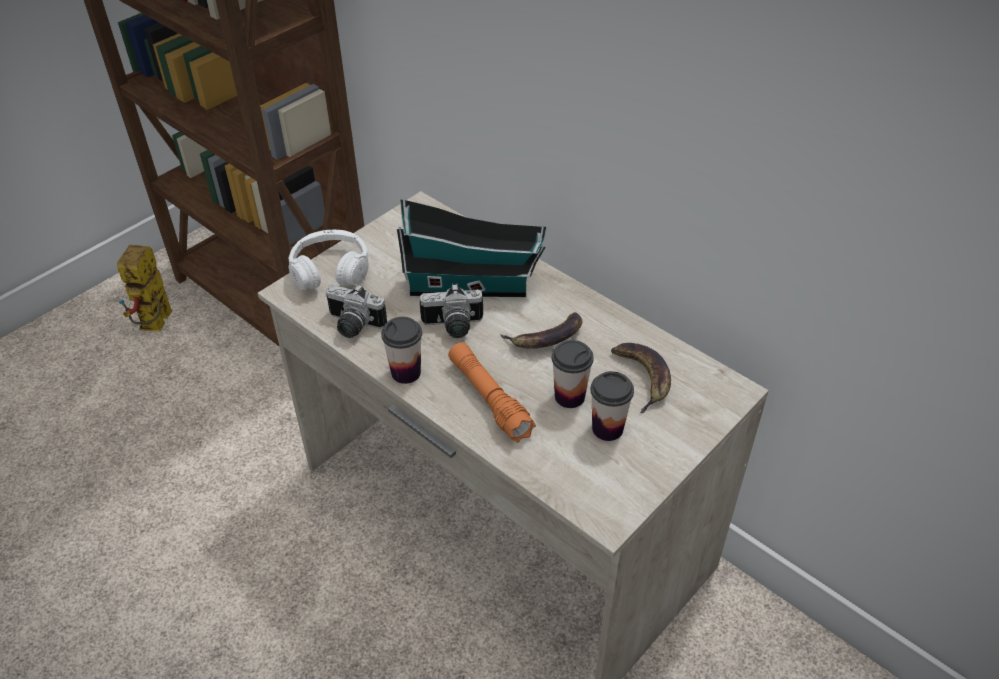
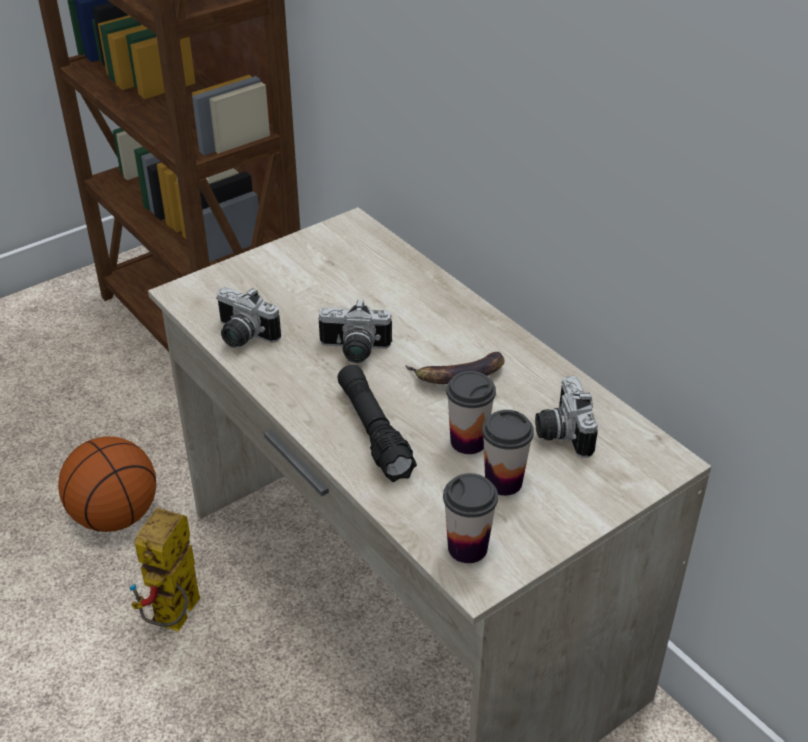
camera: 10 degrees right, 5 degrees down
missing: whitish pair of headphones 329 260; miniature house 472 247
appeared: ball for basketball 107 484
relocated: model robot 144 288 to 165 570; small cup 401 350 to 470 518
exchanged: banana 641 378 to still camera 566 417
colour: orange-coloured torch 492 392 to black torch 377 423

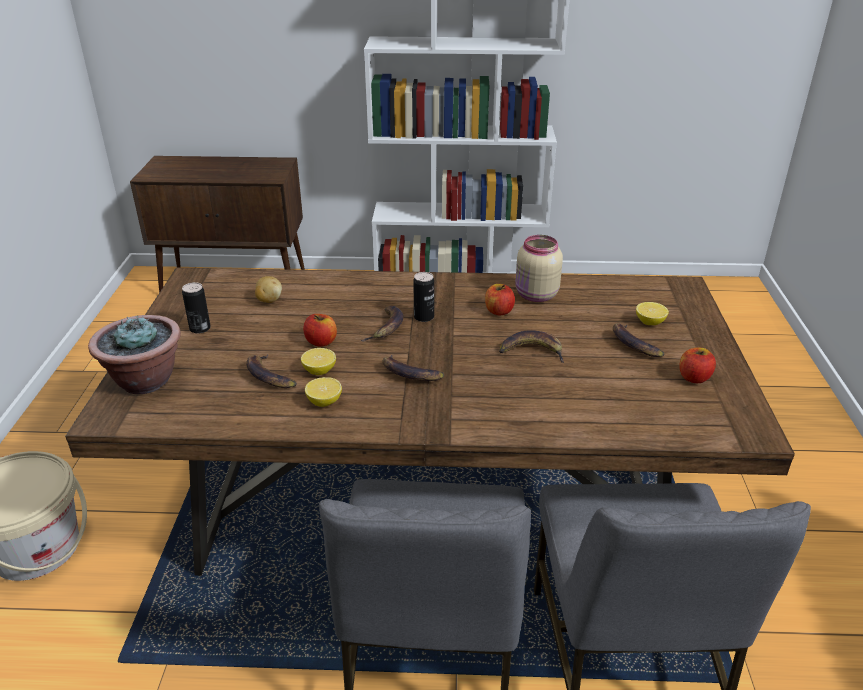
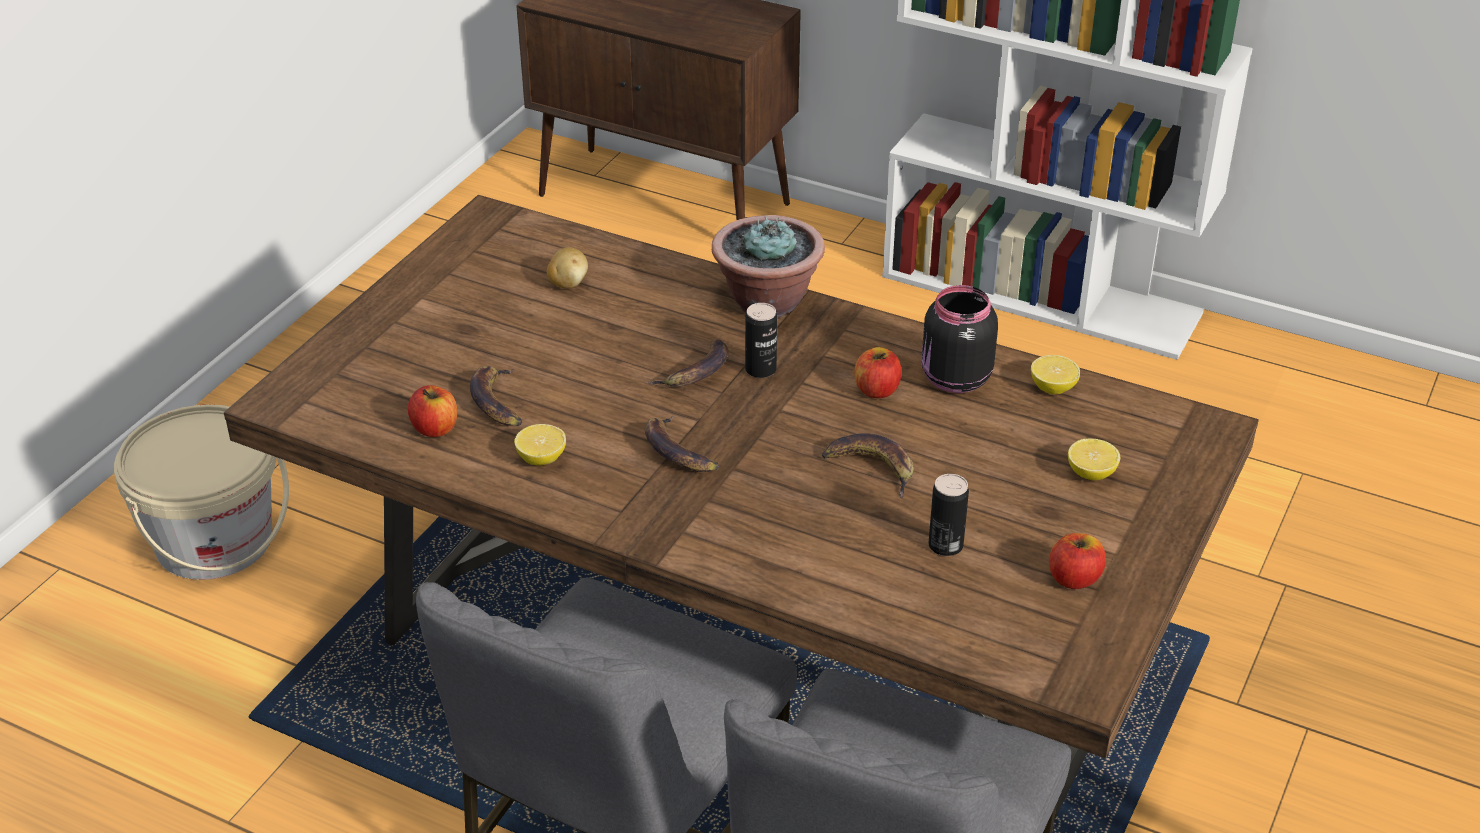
camera: 25 degrees right, 5 degrees up
missing: banana 638 340
relocated: apple 320 330 to 432 411; plant in a pot 134 354 to 768 266; sealed can 196 308 to 948 515; whole lemon 318 361 to 1055 374
colour: sand-coloured preserve jar 539 268 to black preserve jar 960 339

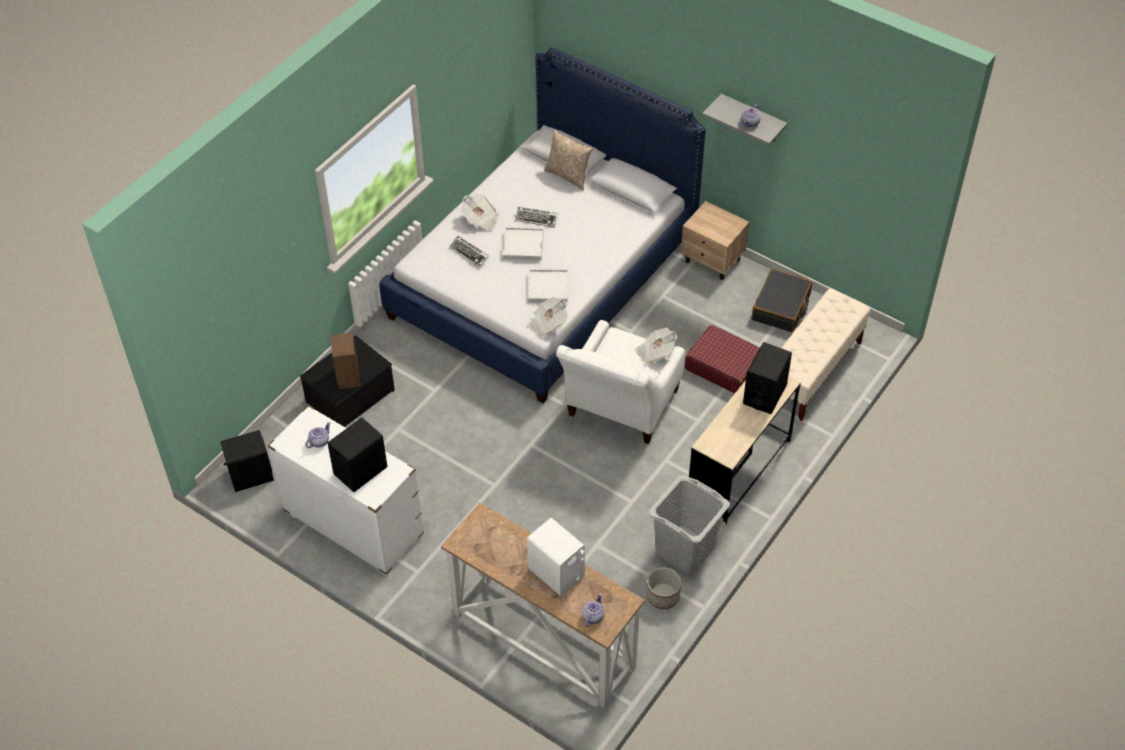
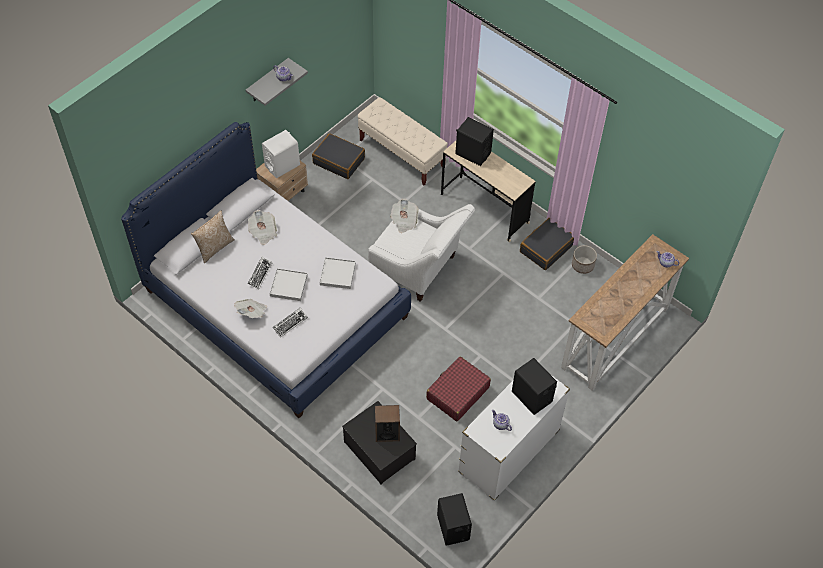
camera: 85 degrees left, 5 degrees up
relocated: printed paper 547 317 to 262 227; whitish audio speaker 556 557 to 281 154; red travel case 722 359 to 458 388
exchanged: grey hamper 689 524 to black travel case 547 244

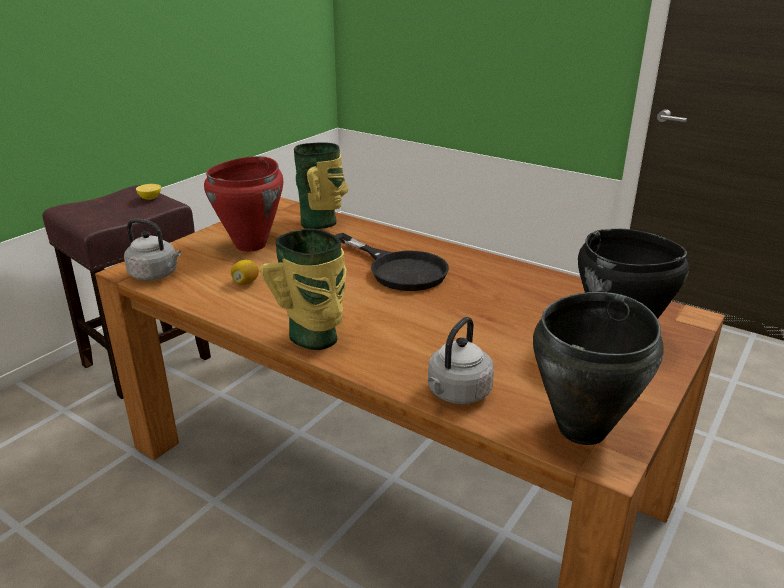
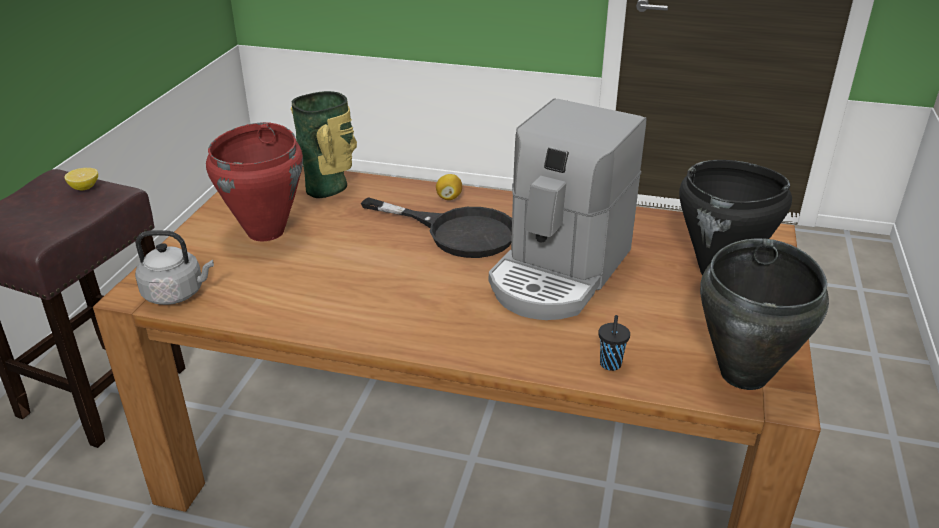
camera: 20 degrees left, 5 degrees up
missing: vase 303 289
appeared: coffee maker 567 209
relocated: whole lemon 245 272 to 449 187
exchanged: grey kettle 461 360 to black small cup 614 343

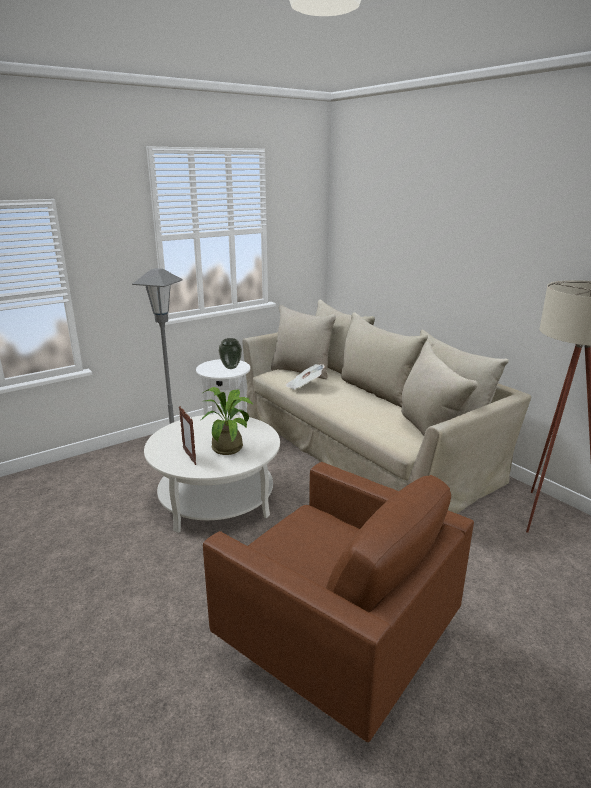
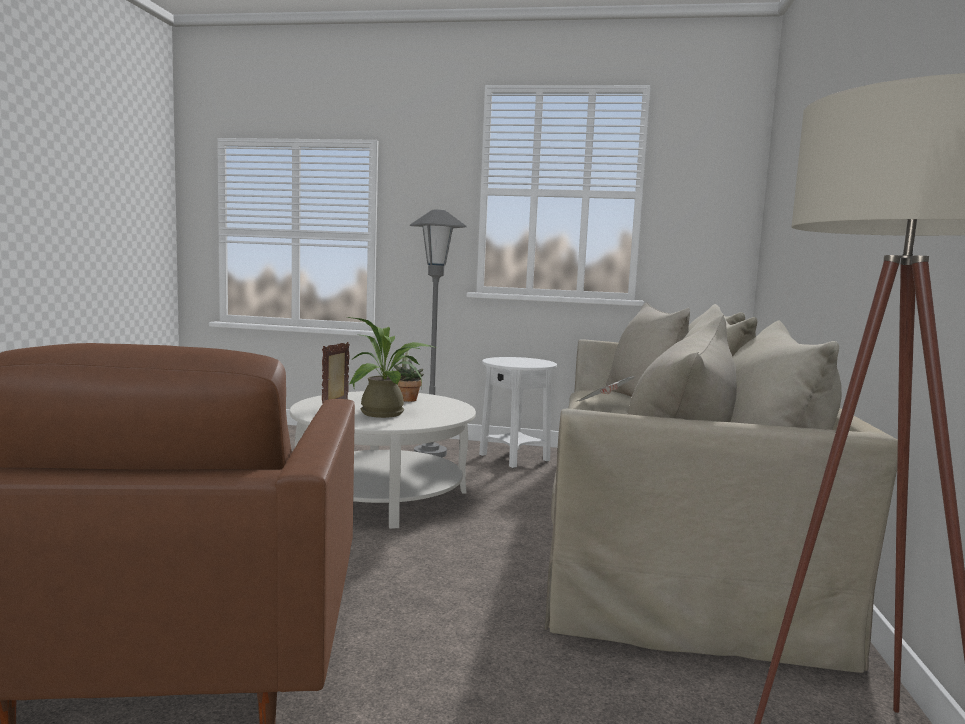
camera: 45 degrees right, 15 degrees down
missing: vase 230 353
appeared: plant in a pot 409 376

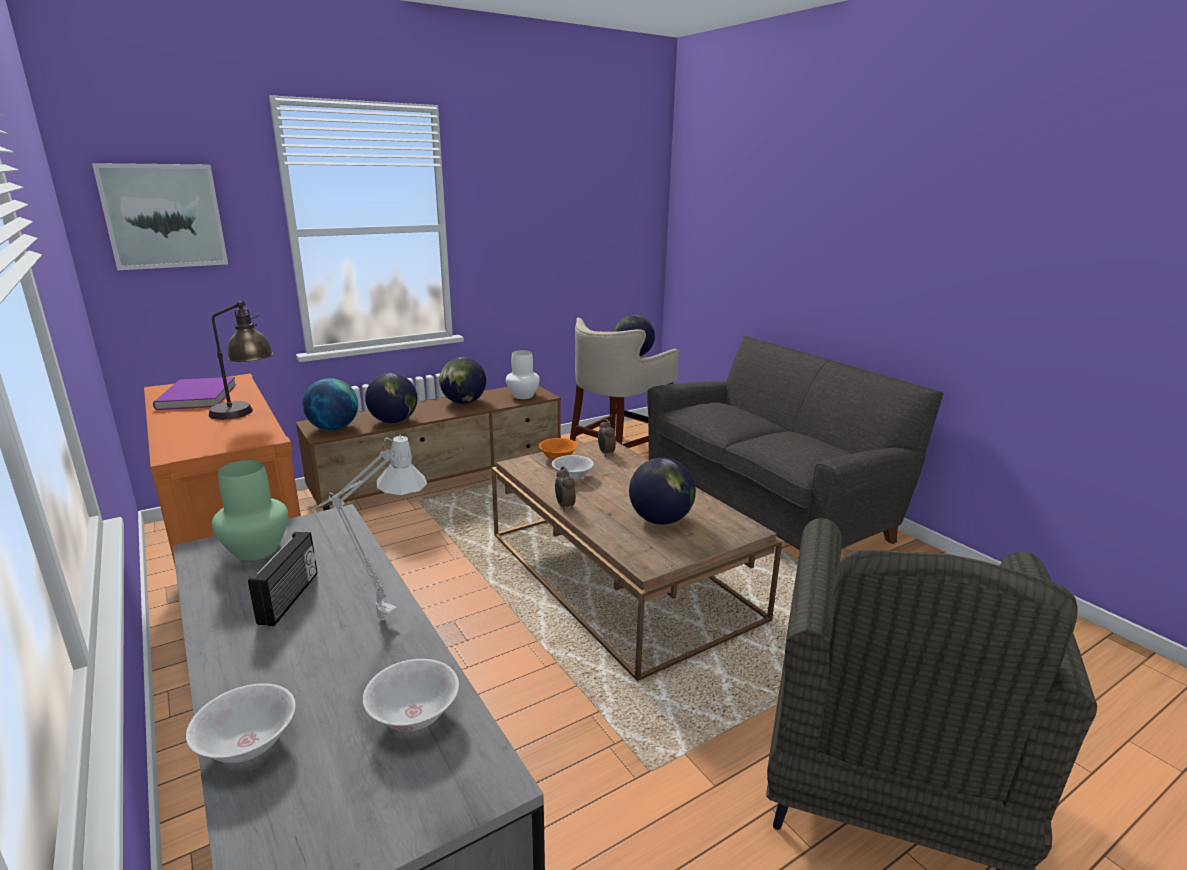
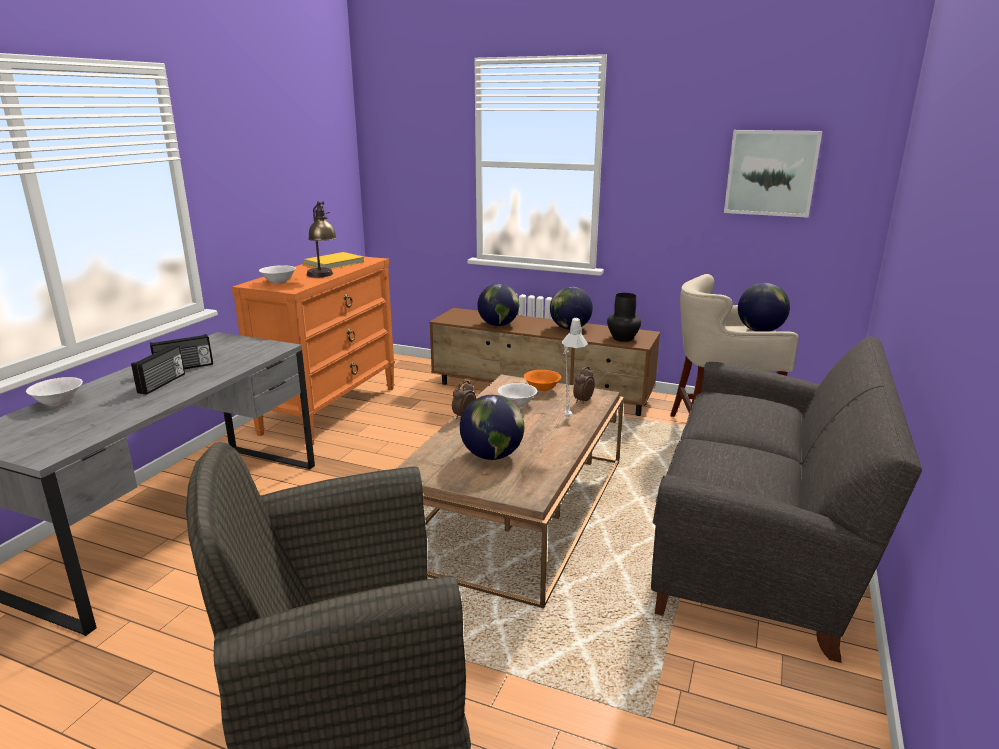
camera: 55 degrees right, 0 degrees up
missing: greenish vase 250 510; world globe 330 404
appeared: radio receiver 158 370
relocated: whitish serving bowl 411 695 to 277 274; grey table lamp 369 527 to 575 368; wall art 160 216 to 773 174
colour: purple bound book 194 393 to yellowish bound book 334 260; whitish vase 523 374 to black vase 624 317

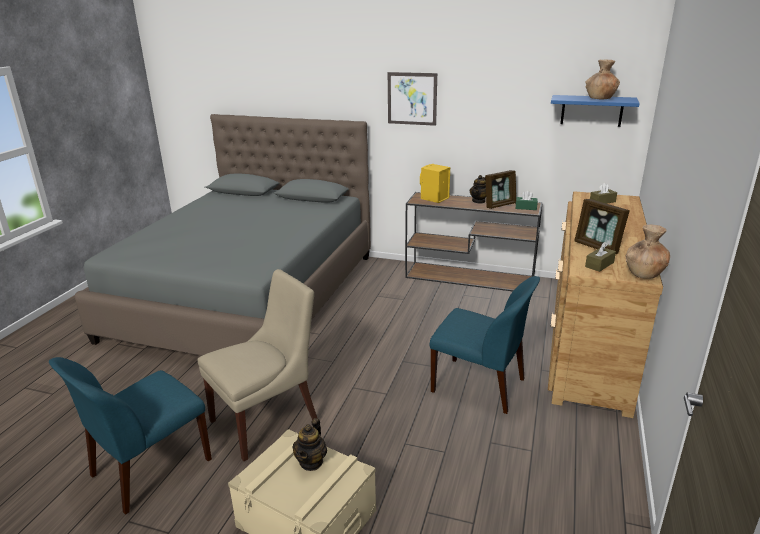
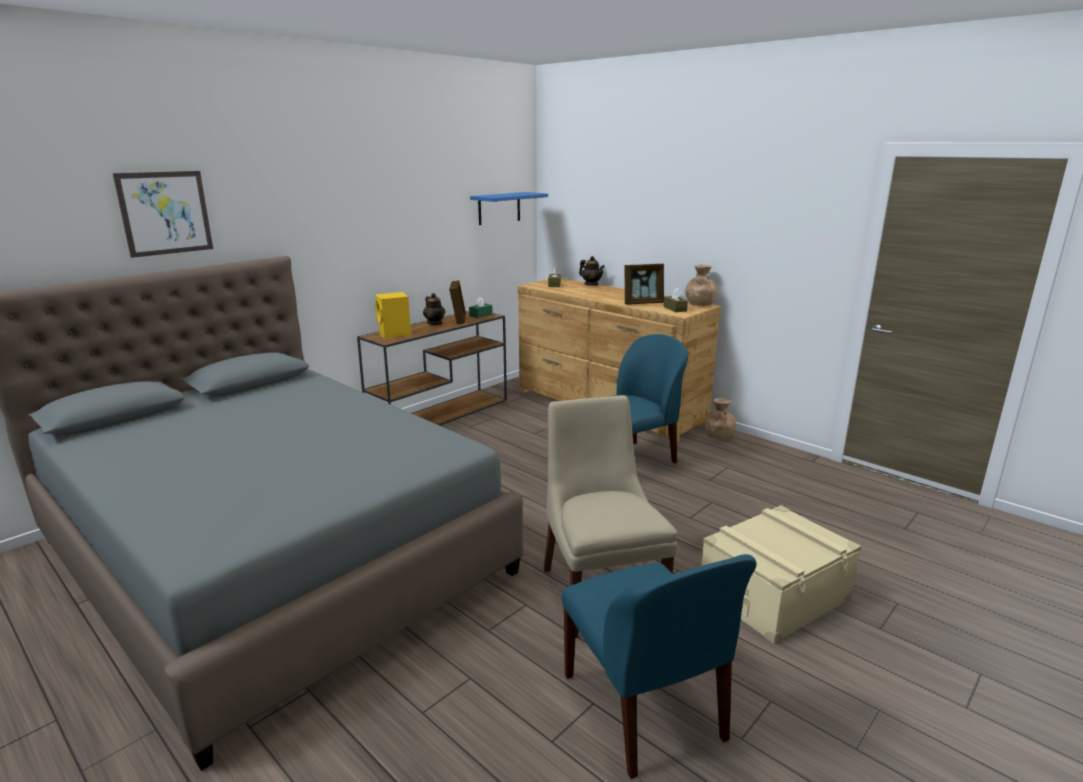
camera: 65 degrees left, 5 degrees down
relocated: wall art 412 99 to 163 214; pot for tea 310 444 to 592 271; brown-coloured vase 602 79 to 720 419

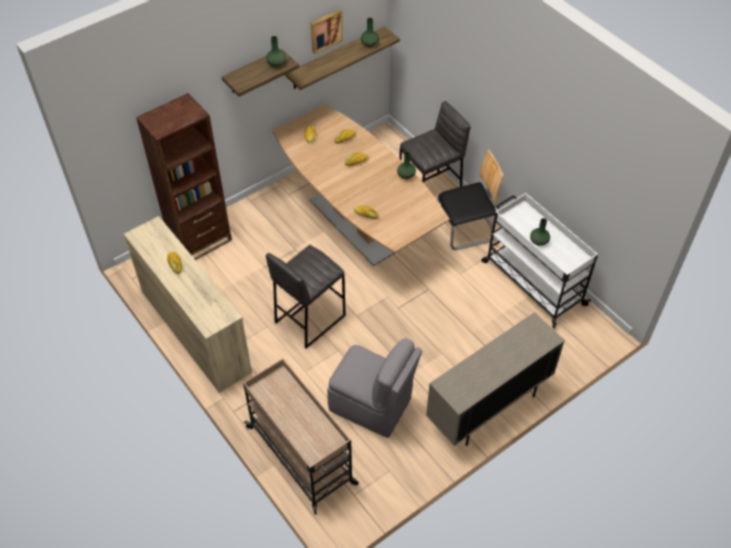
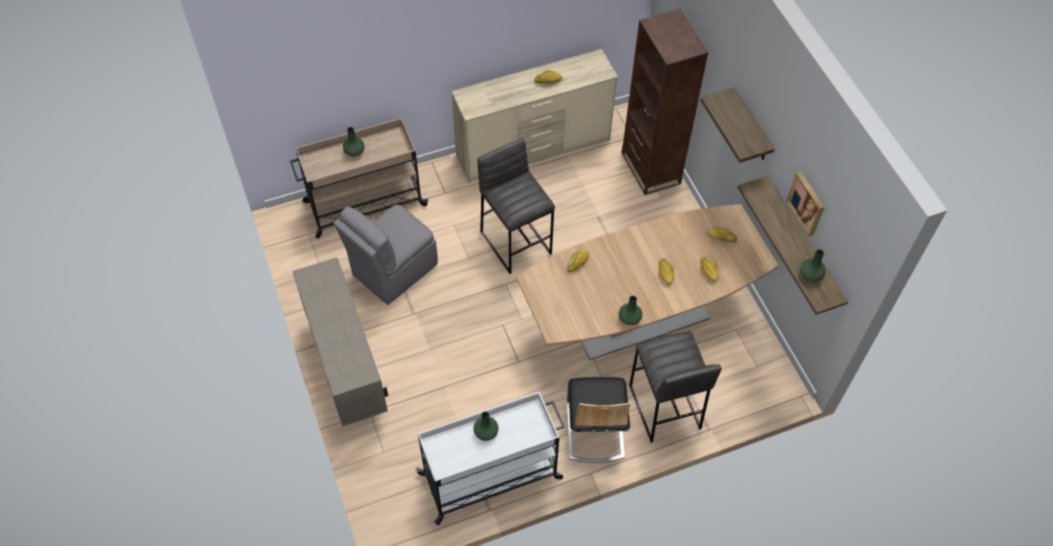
camera: 105 degrees right, 5 degrees up
relocated: greenish vase 276 51 to 353 141

